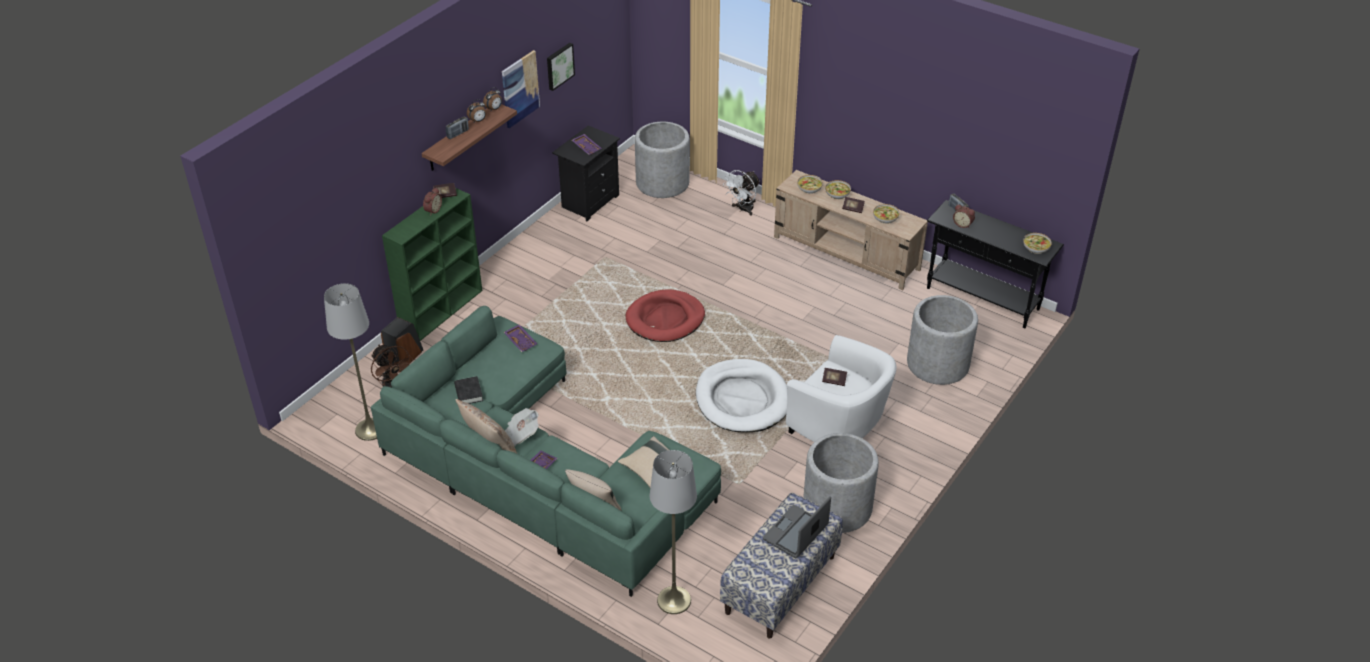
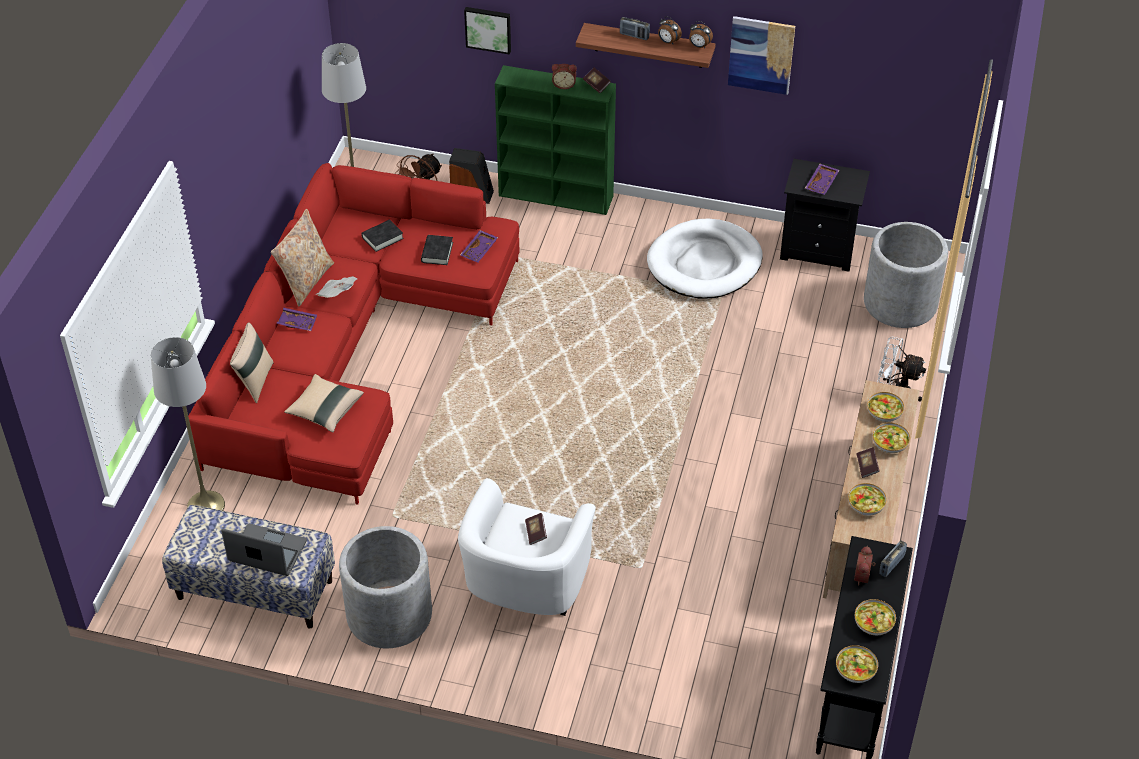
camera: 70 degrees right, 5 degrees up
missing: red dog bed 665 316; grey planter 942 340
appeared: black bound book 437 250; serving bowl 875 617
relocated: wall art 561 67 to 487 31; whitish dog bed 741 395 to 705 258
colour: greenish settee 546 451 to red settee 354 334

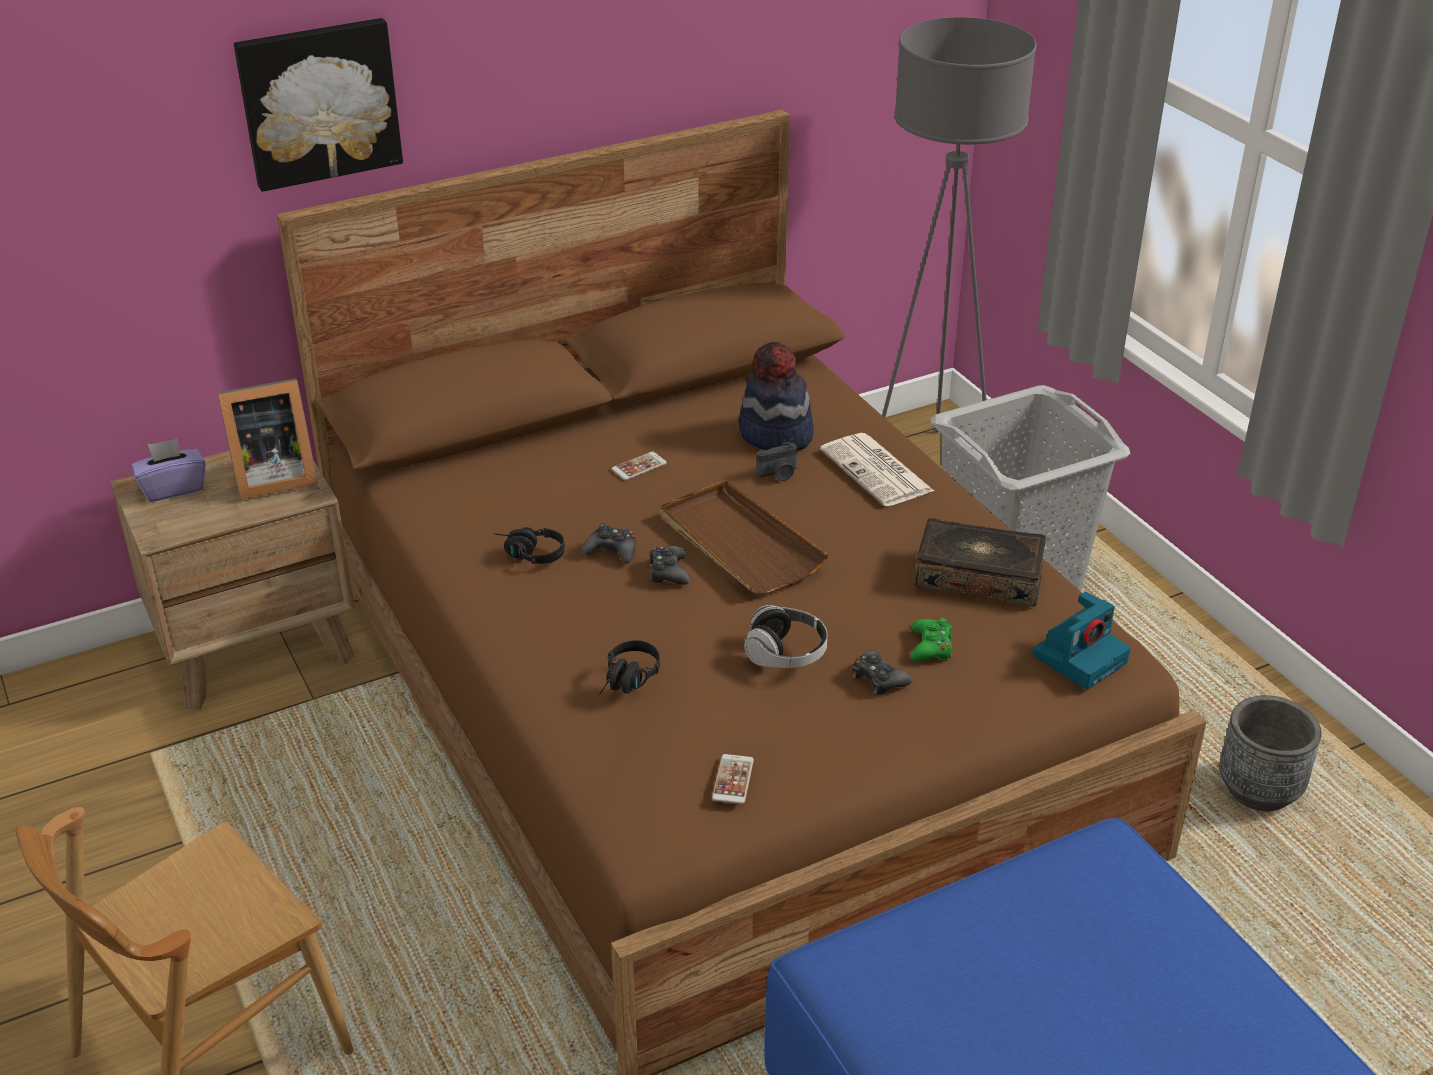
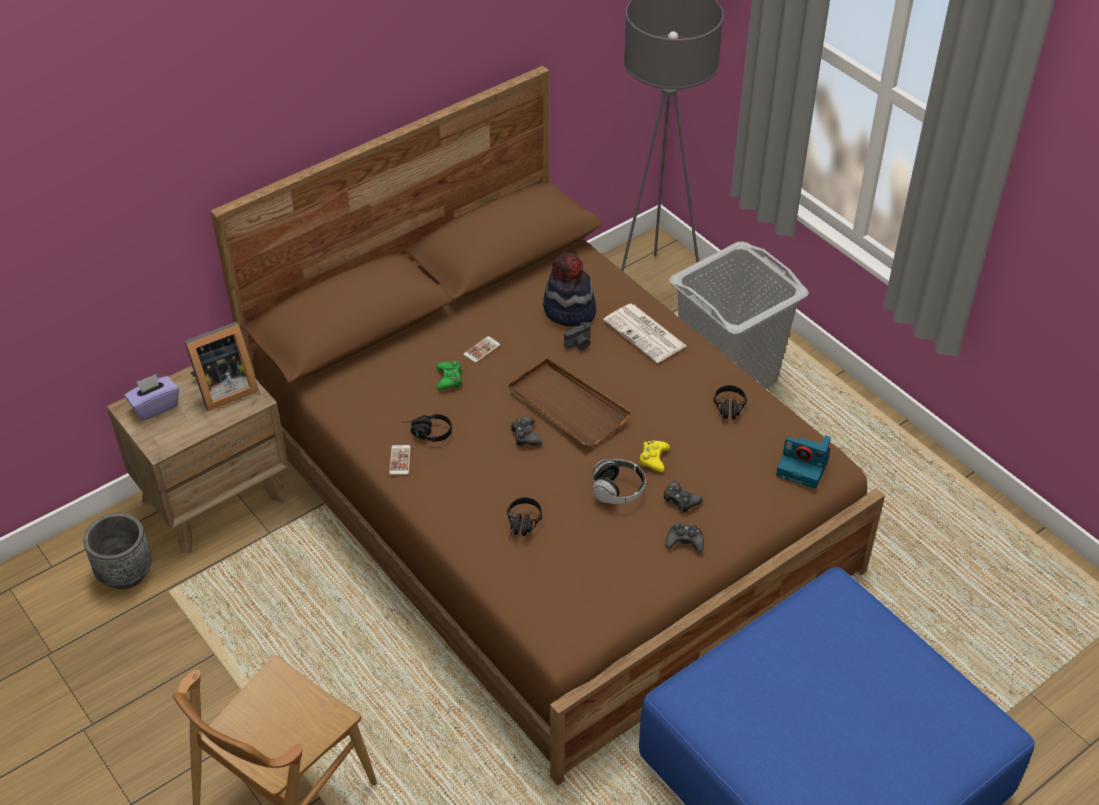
camera: 10 degrees left, 10 degrees up
missing: wall art 318 105
appeared: yellowish joypad 654 456
relocated: grey planter 1270 753 to 117 551; phone 733 779 to 400 460; greenish joypad 931 639 to 449 375; black joypad 609 543 to 684 538
exchanged: bound book 980 562 to black pair of headphones 730 404
spun: still camera 1081 640 = 803 461 75 degrees clockwise

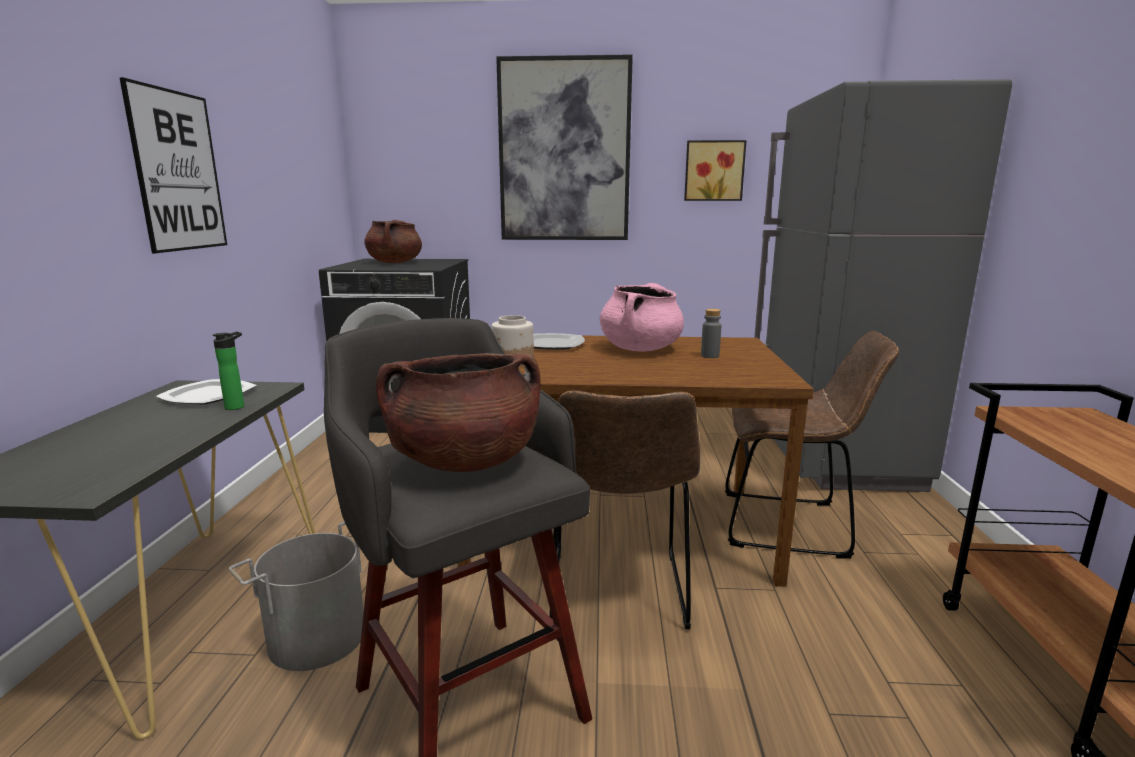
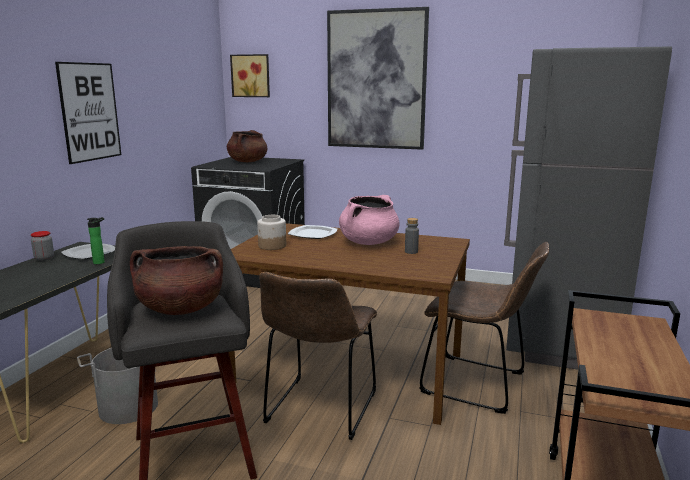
camera: 15 degrees right, 0 degrees up
appeared: preserve jar 42 246
relocated: wall art 715 170 to 250 75

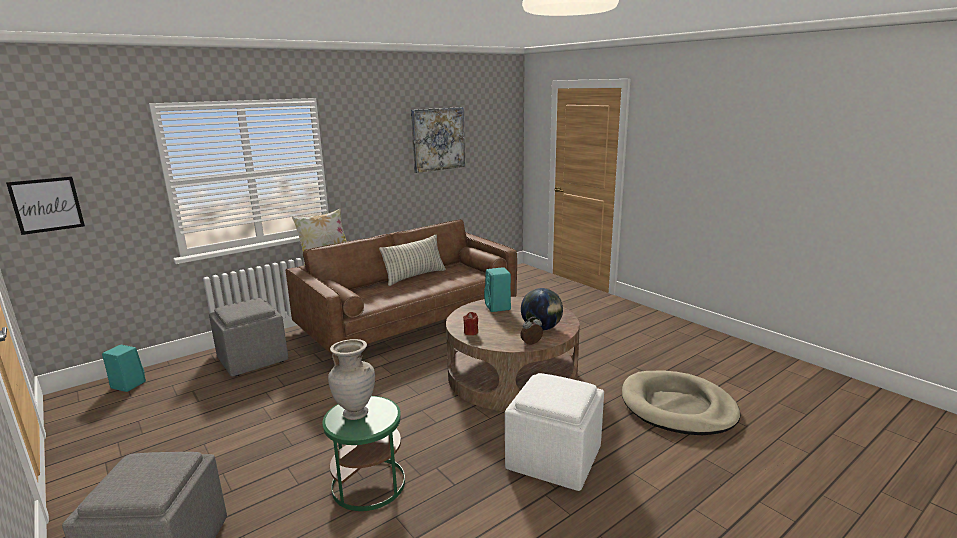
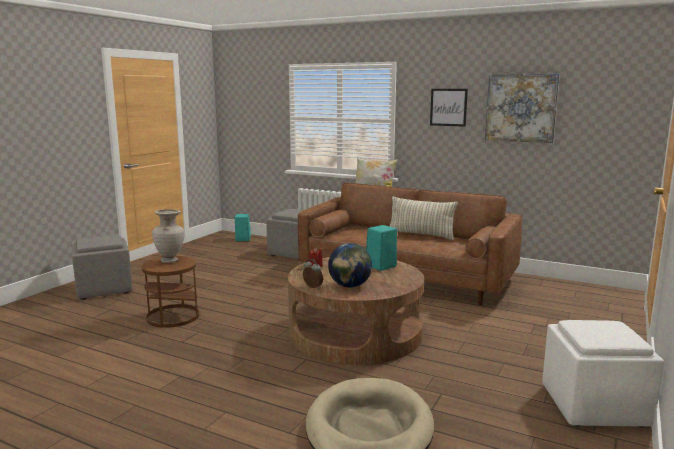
camera: 65 degrees right, 5 degrees down
relocated: wall art 45 205 to 449 108; whitish footrest 554 432 to 603 374
colour: greenish accent table 363 453 to brown-coloured accent table 170 292

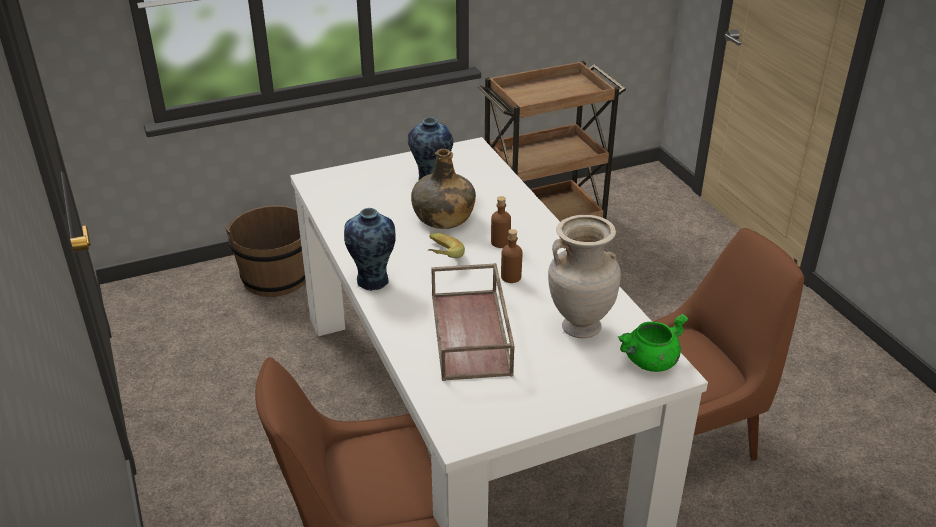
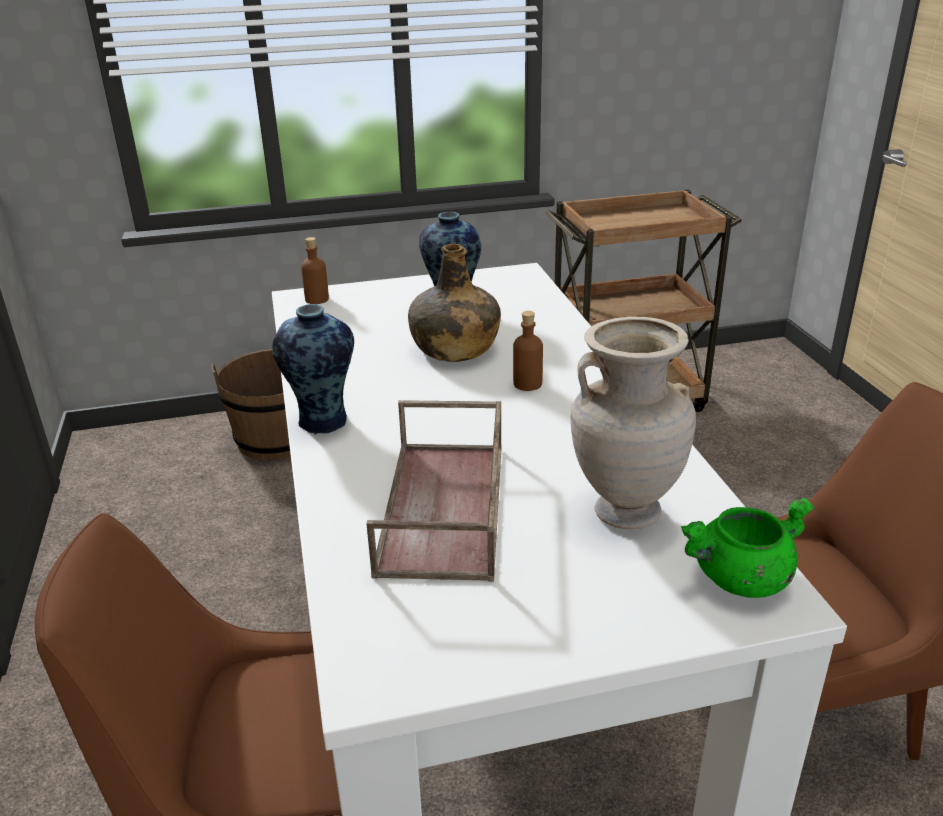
camera: 10 degrees right, 5 degrees down
missing: banana 446 245
relocated: brown-coloured beverage bottle 511 256 to 315 270

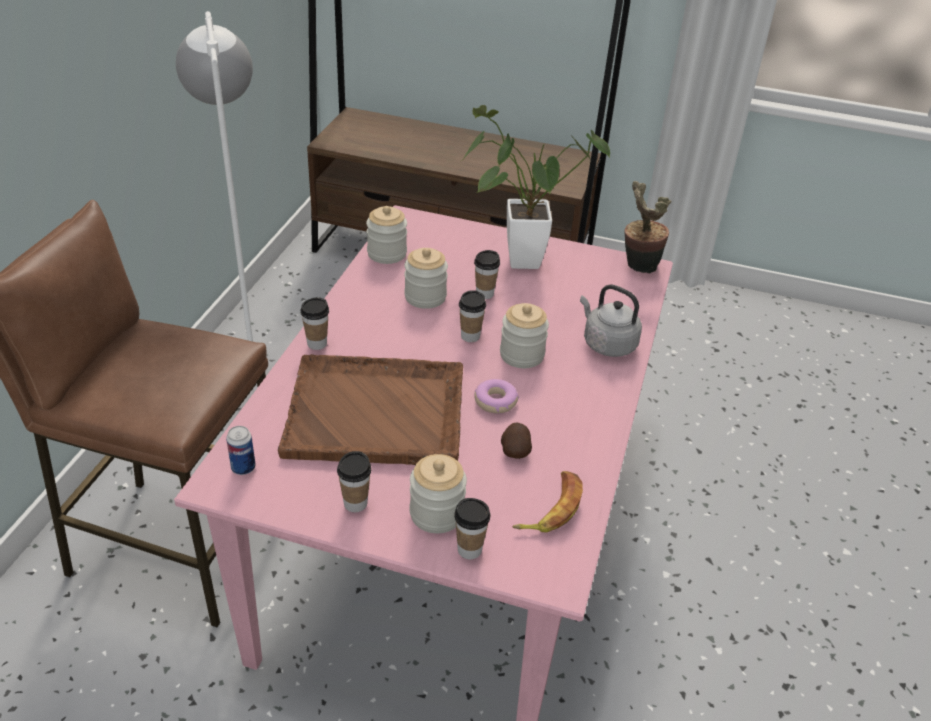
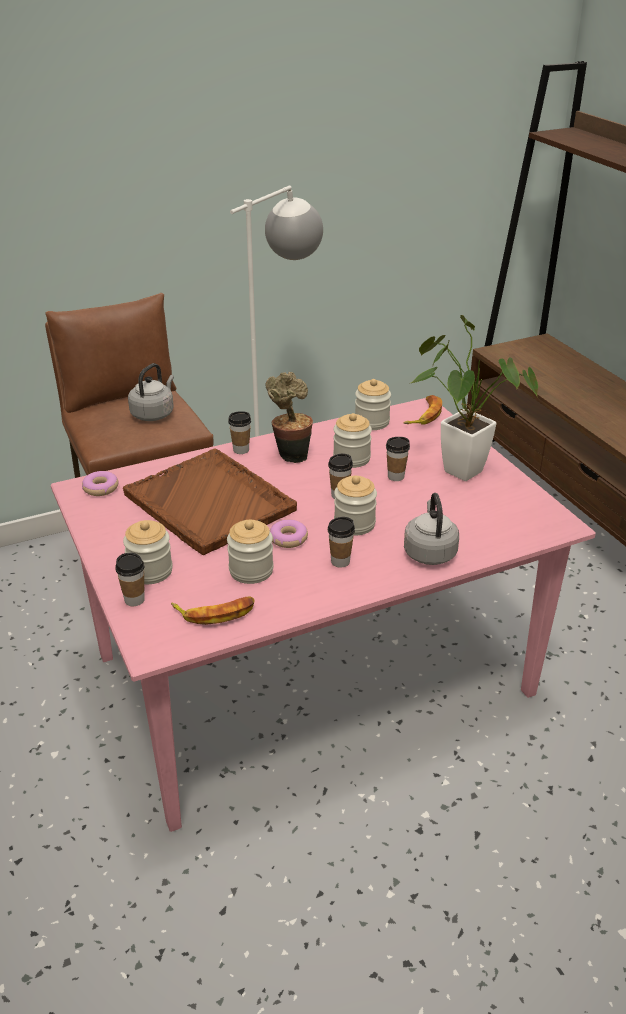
camera: 50 degrees right, 5 degrees down
appeared: grey kettle 151 392; banana 422 410
relocated: plant in a pot 648 227 to 289 417; small cup 354 481 to 341 542
exchanged: sealed can 241 450 to ring doughnut 100 483; potato 516 440 to preserve jar 250 552

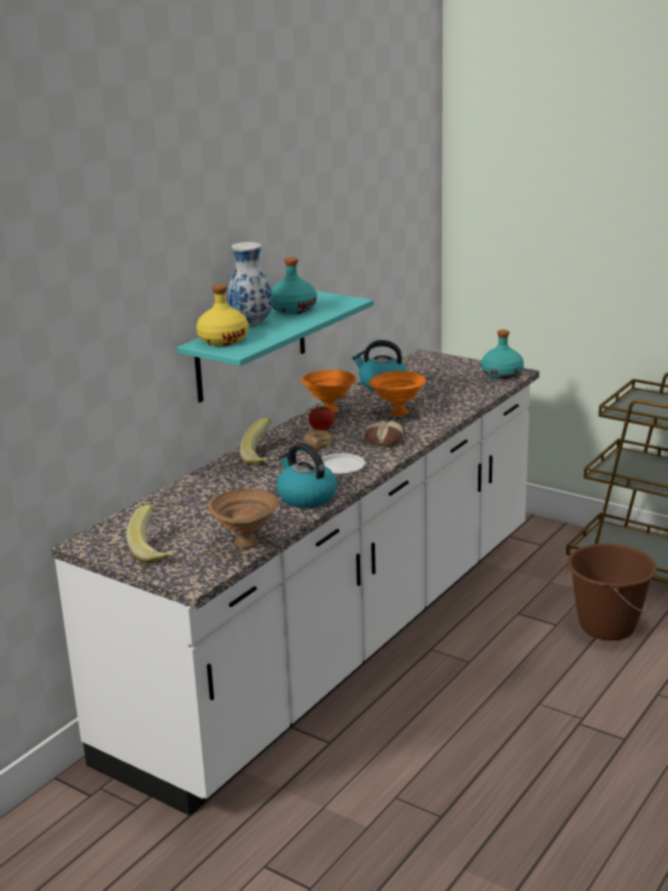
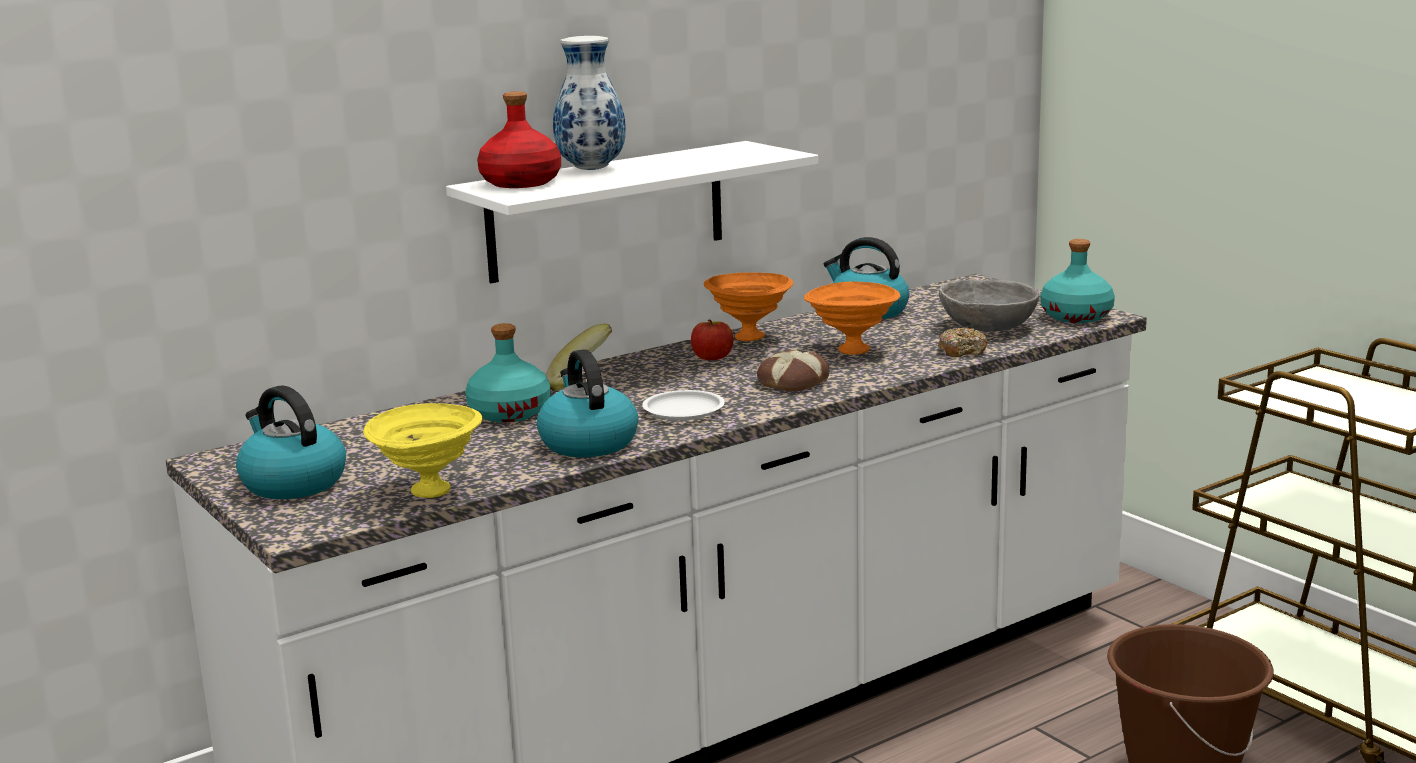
camera: 20 degrees right, 5 degrees down
appeared: grey serving bowl 989 306
relocated: turquoise beverage bottle 294 285 to 508 372; ring doughnut 318 440 to 963 342
exchanged: banana 149 533 to kettle 291 442
colour: brown-coloured serving bowl 243 518 to yellowish serving bowl 422 450; turquoise wall shelf 275 347 to whitish wall shelf 632 212; yellowish beverage bottle 222 315 to red beverage bottle 519 139

